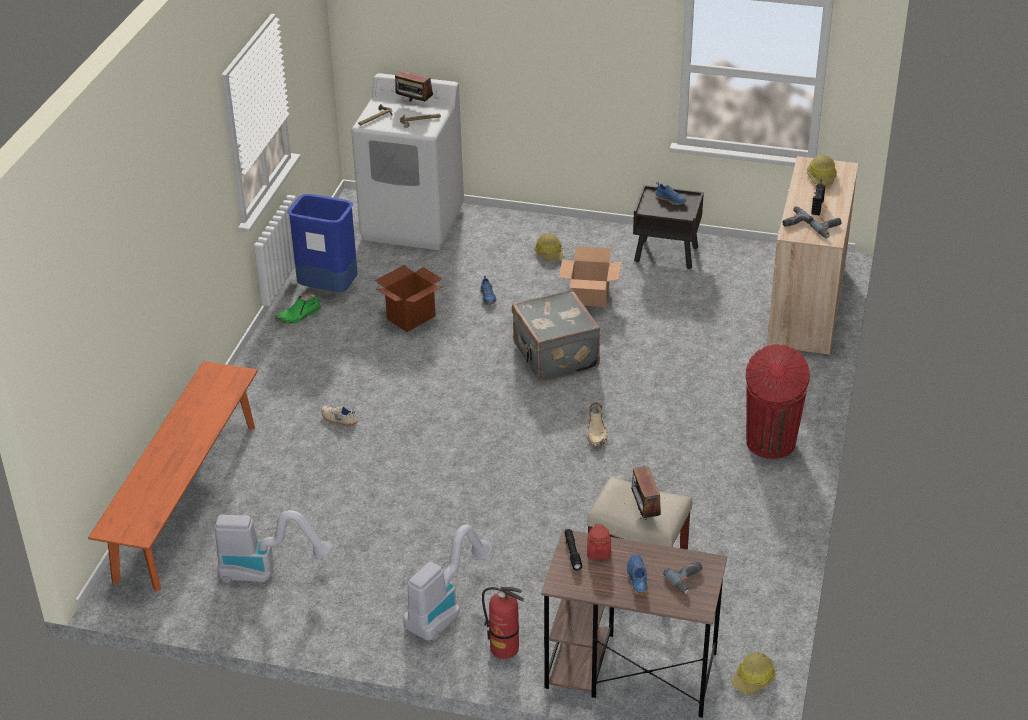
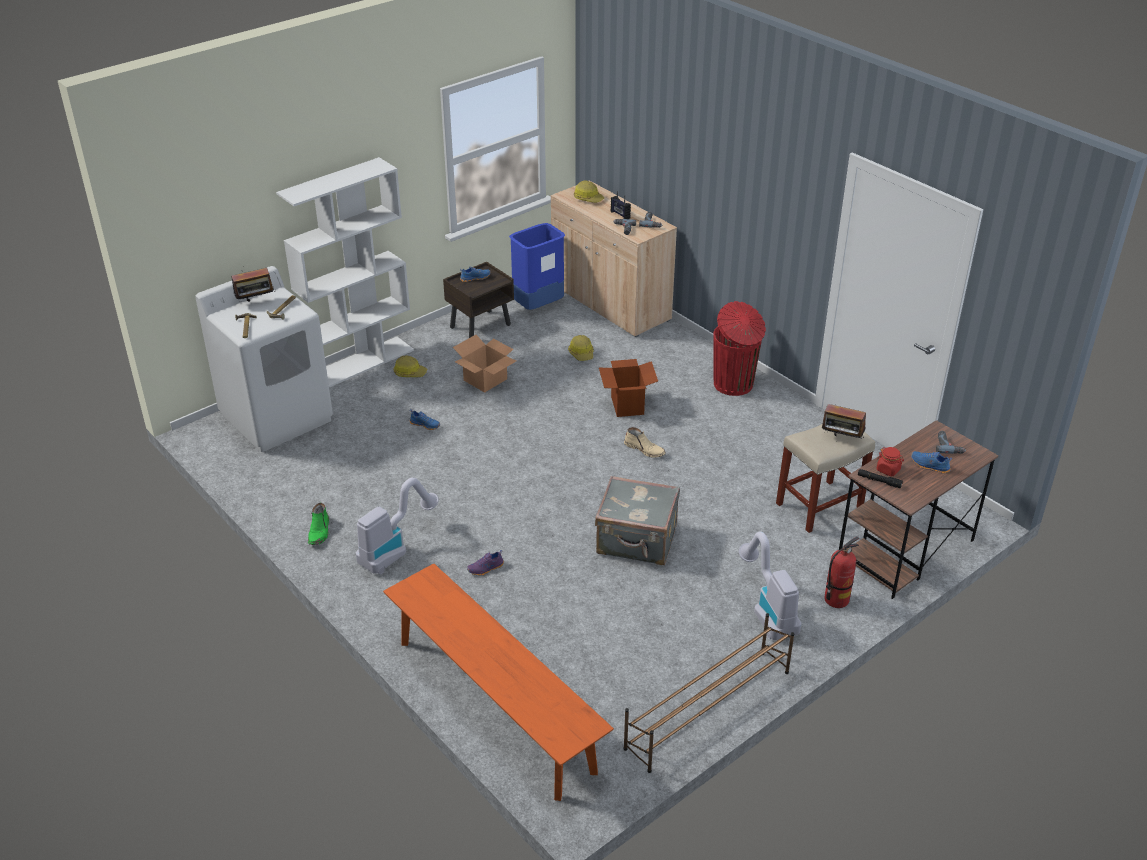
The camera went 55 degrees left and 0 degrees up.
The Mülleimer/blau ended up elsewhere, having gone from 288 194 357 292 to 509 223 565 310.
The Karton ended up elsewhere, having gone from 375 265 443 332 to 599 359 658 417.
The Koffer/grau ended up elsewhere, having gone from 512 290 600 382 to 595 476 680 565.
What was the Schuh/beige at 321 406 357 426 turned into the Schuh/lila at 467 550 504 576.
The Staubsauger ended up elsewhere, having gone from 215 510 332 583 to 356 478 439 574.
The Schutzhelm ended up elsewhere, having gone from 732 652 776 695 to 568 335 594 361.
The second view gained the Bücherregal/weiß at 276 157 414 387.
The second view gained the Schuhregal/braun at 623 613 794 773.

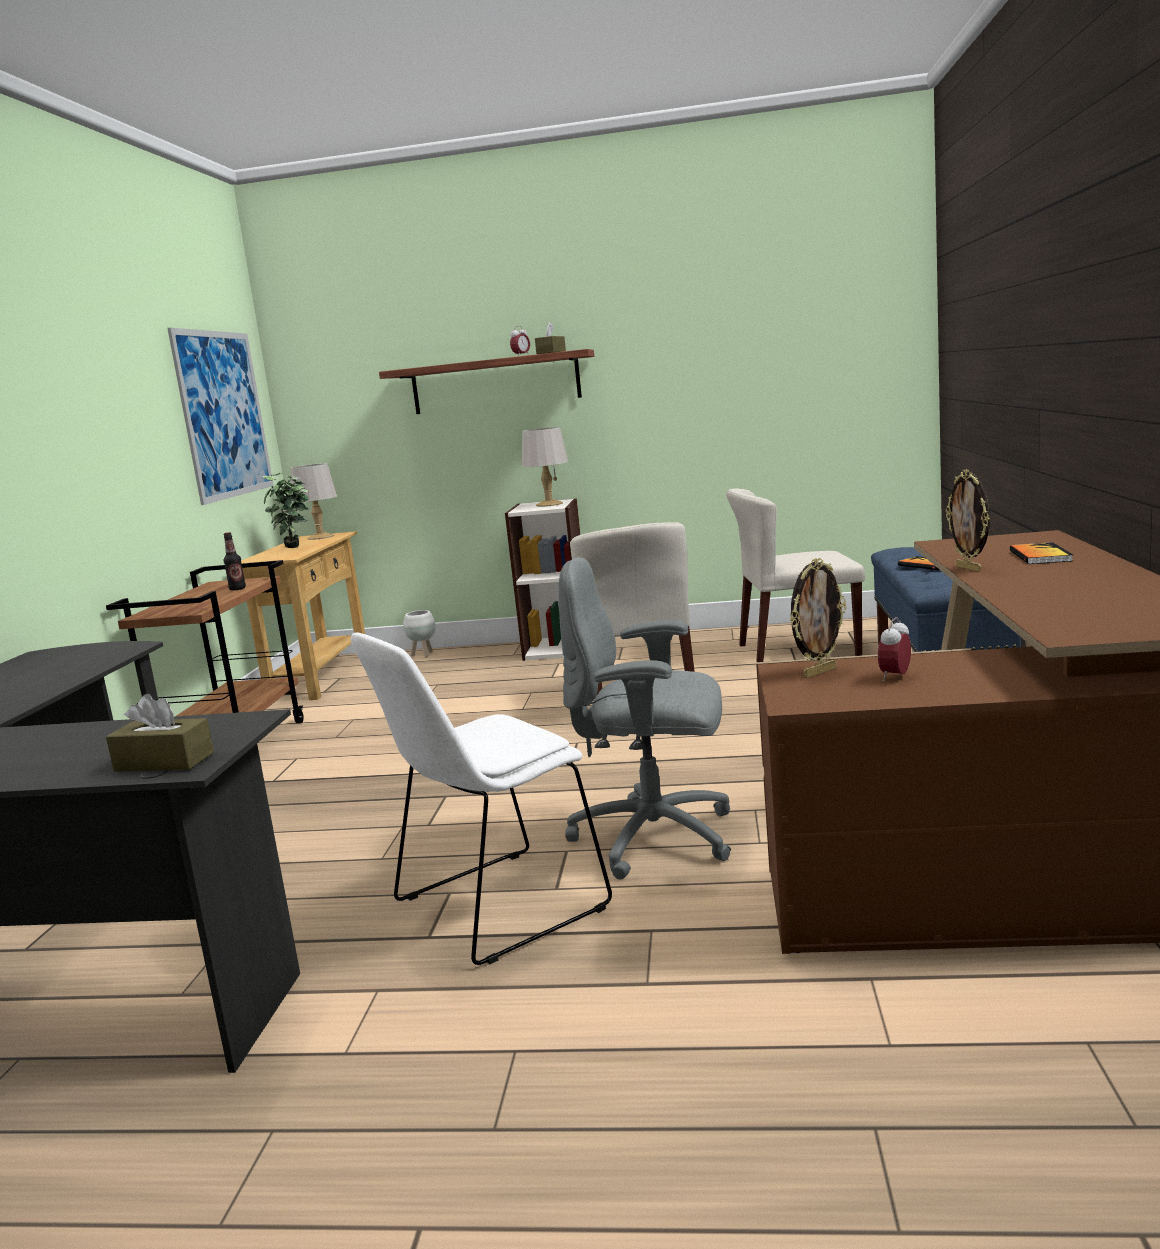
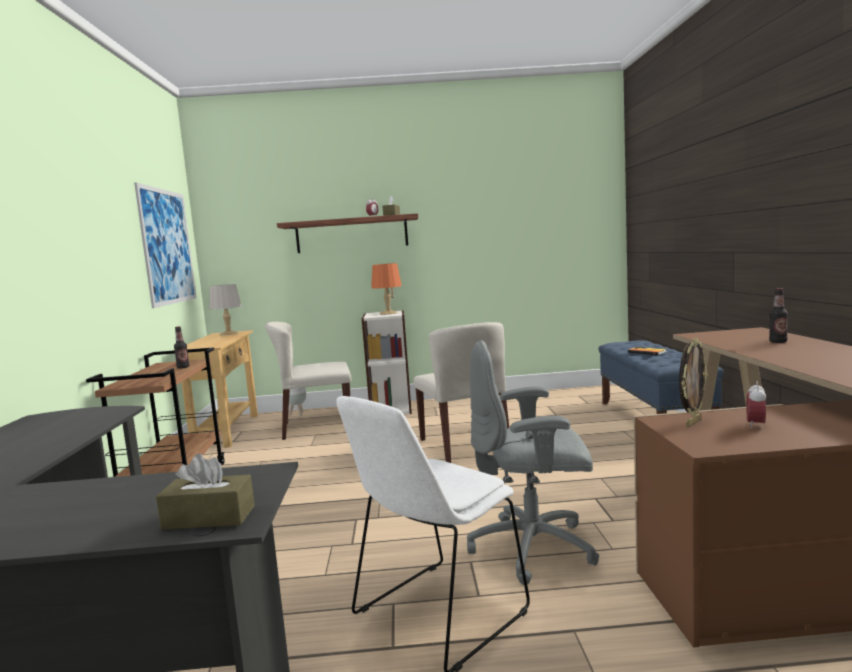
The camera went 10 degrees left and 5 degrees down.
What was the Tischlampe/grau at 522 427 568 507 turned into the Tischlampe/orange at 371 263 402 315.
The second view lost the Bilderrahmen at 945 469 990 572.
The second view lost the Topfpflanze at 262 472 309 548.
The Stuhl/beige ended up elsewhere, having gone from 726 488 865 662 to 265 322 351 440.
Where the Buch stood at 1010 542 1073 564, the Flasche came to stand at 769 288 788 343.

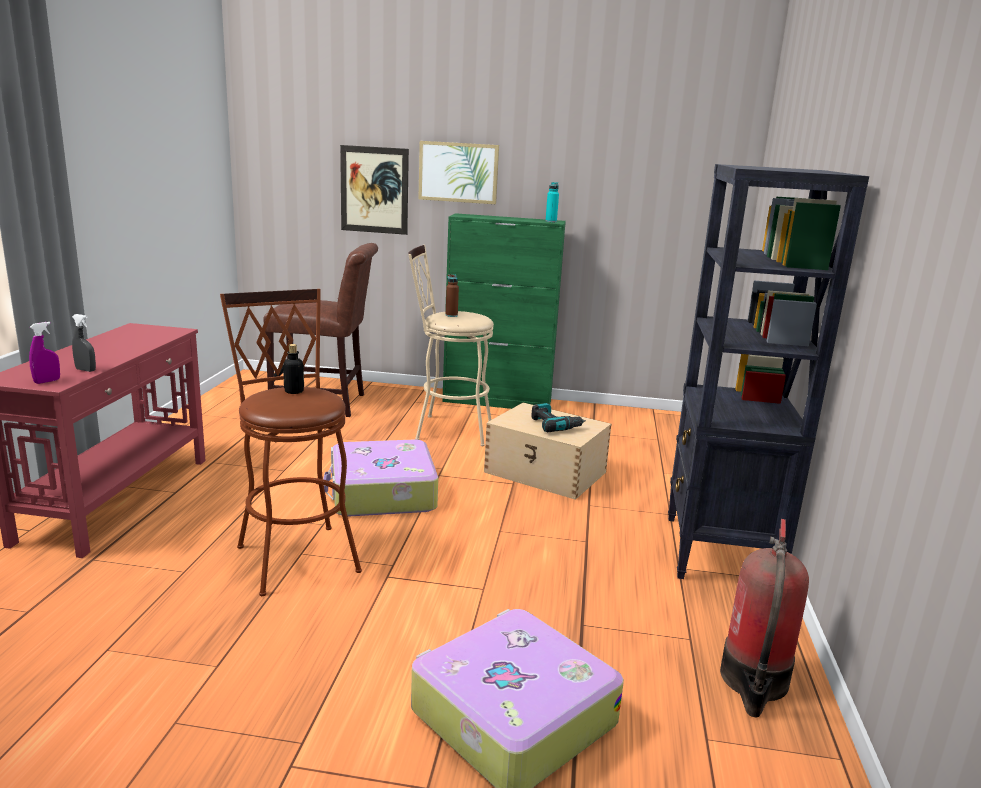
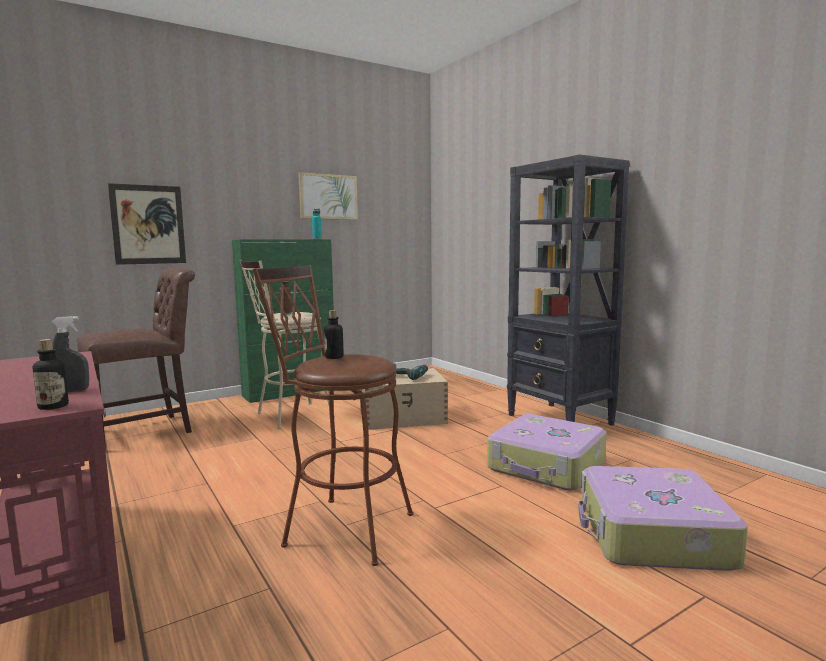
The camera went 40 degrees left and 10 degrees down.
The Bild ended up elsewhere, having gone from 418 141 499 204 to 298 172 358 220.
Where the Sprühflasche/lila stood at 29 322 60 384, the Flasche came to stand at 33 339 69 410.
The Koffer ended up elsewhere, having gone from 323 439 438 517 to 487 414 607 490.
The second view lost the Feuerlöscher at 720 519 809 717.

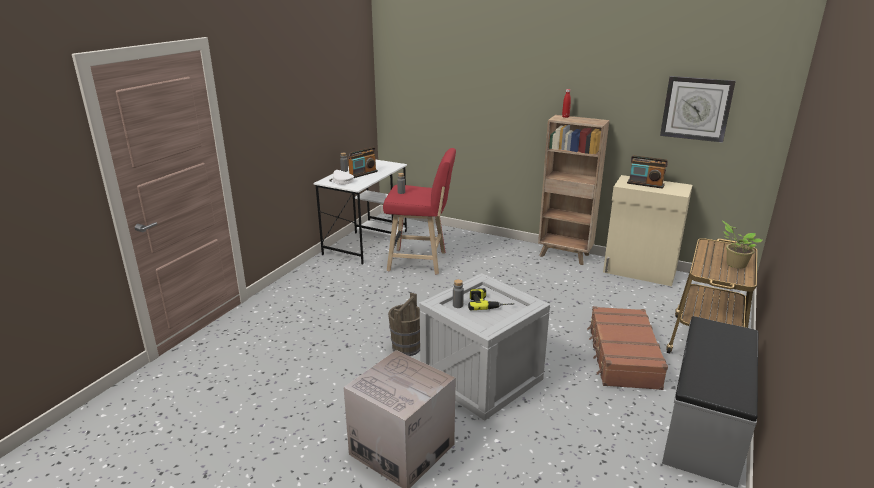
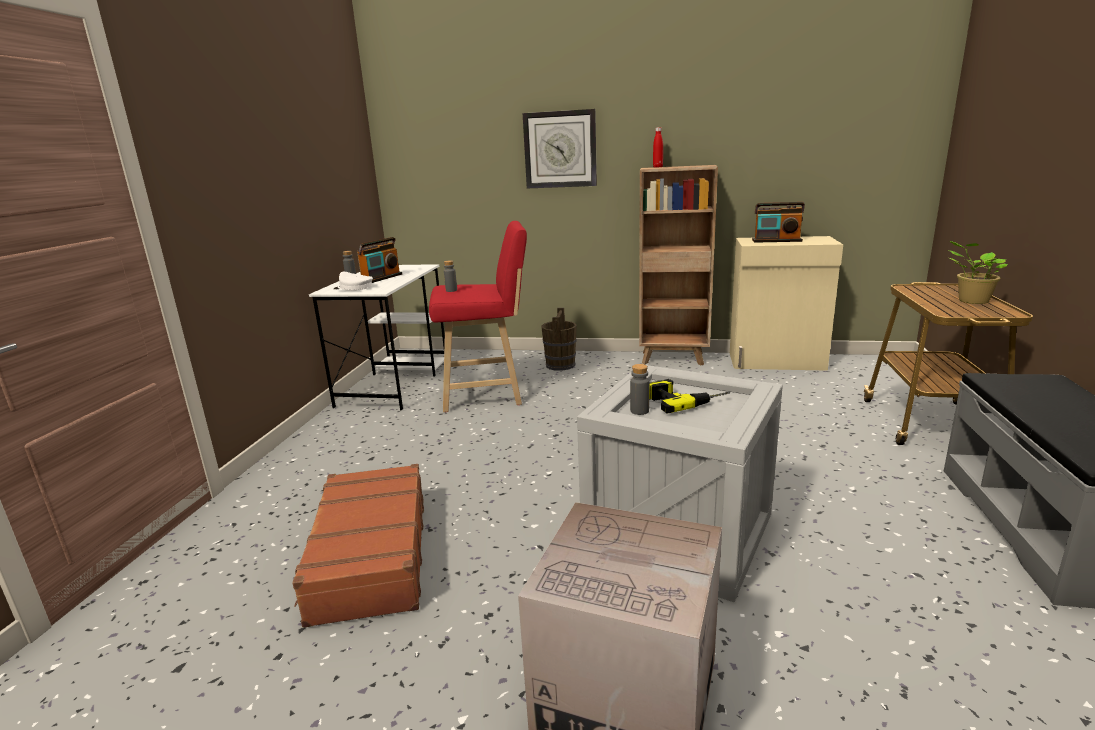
The camera went 15 degrees left and 5 degrees down.
The Wanduhr ended up elsewhere, having gone from 660 76 736 143 to 523 109 597 188.
The Eimer/braun ended up elsewhere, having gone from 388 293 420 356 to 541 308 577 371.
The Koffer/braun ended up elsewhere, having gone from 587 306 668 390 to 292 464 424 628.

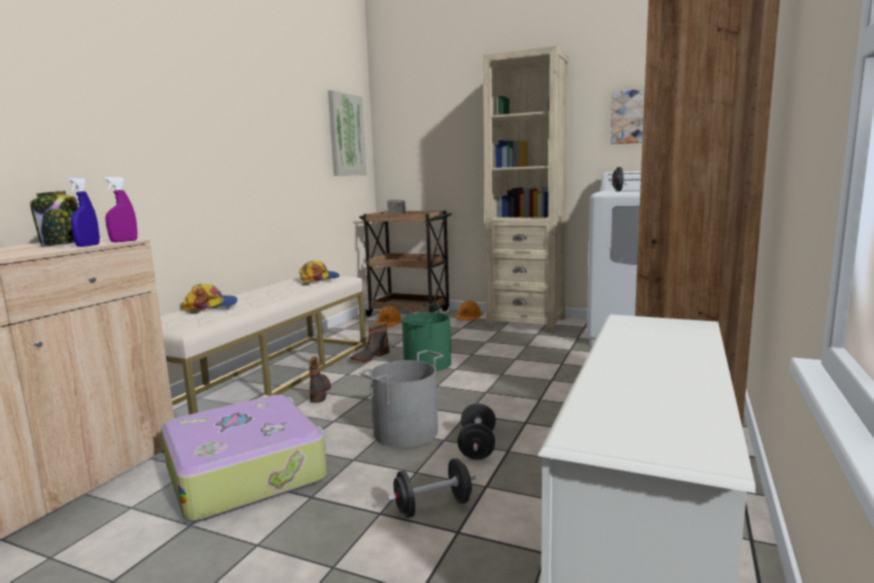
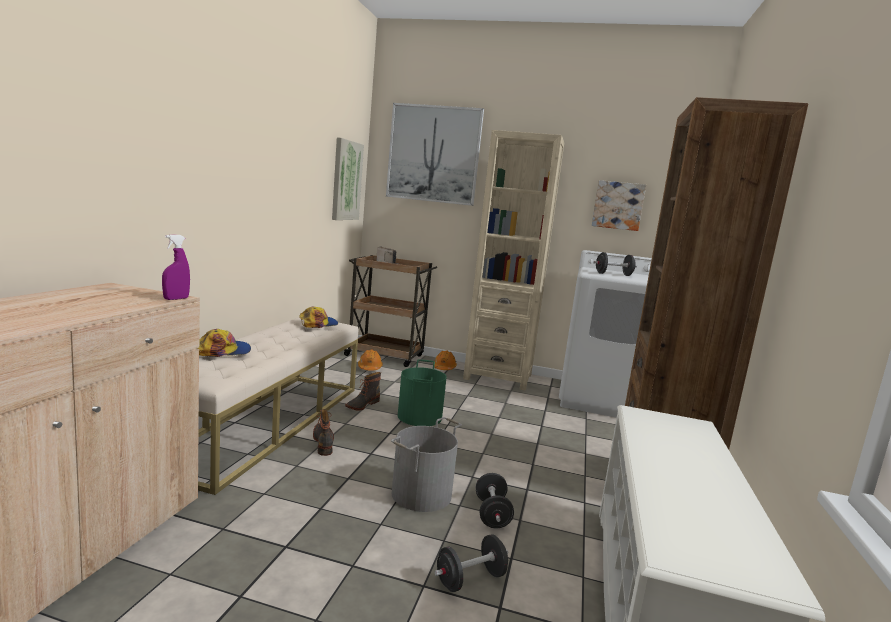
The camera went 10 degrees left and 0 degrees up.
The second view lost the Sprühflasche/blau at 67 178 100 247.
The second view lost the Vorratsglas at 30 191 79 247.
The second view lost the Koffer at 161 395 327 521.
The second view gained the Bild at 386 103 484 206.

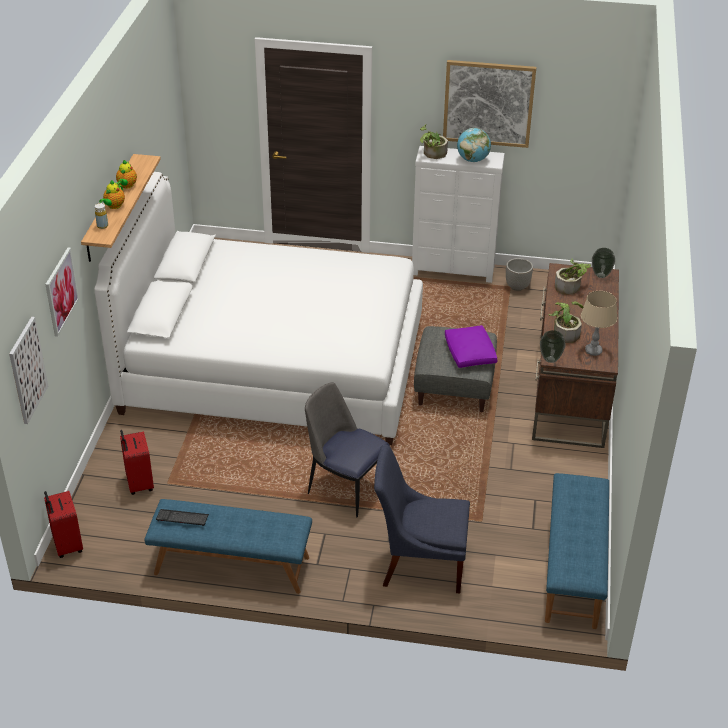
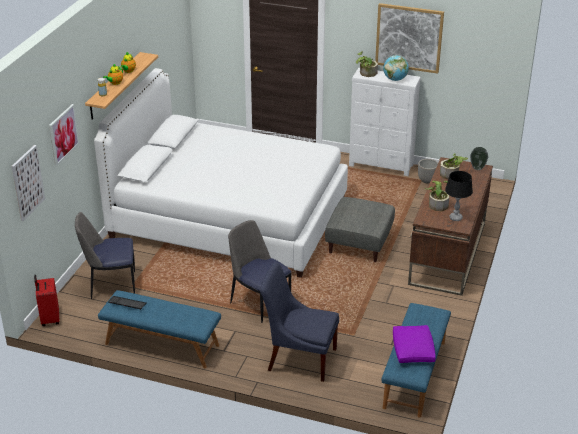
The camera went 10 degrees right and 5 degrees down.
What was the Tischlampe/beige at 581 291 617 356 turned into the Tischlampe/schwarz at 445 171 473 221.
The Kissen/lila ended up elsewhere, having gone from 445 325 497 368 to 393 325 436 363.
The second view lost the Vase at 540 330 566 363.
Where the Koffer/rot stood at 120 430 154 495, the Stuhl came to stand at 75 212 135 299.

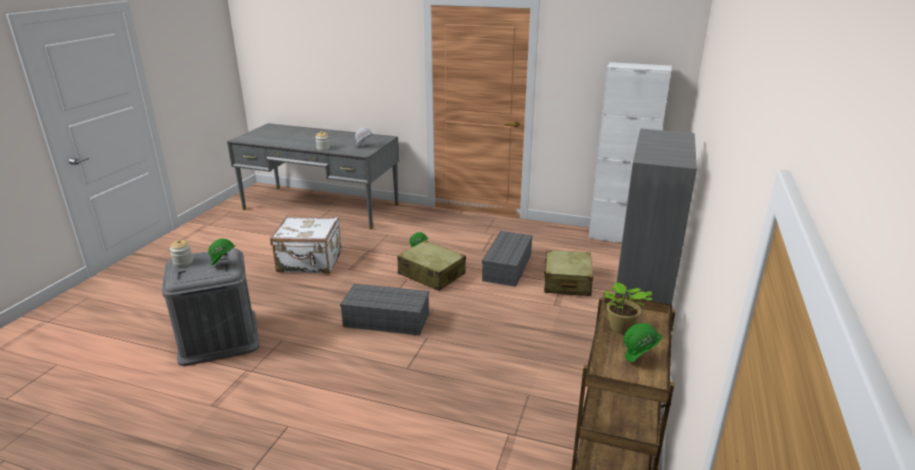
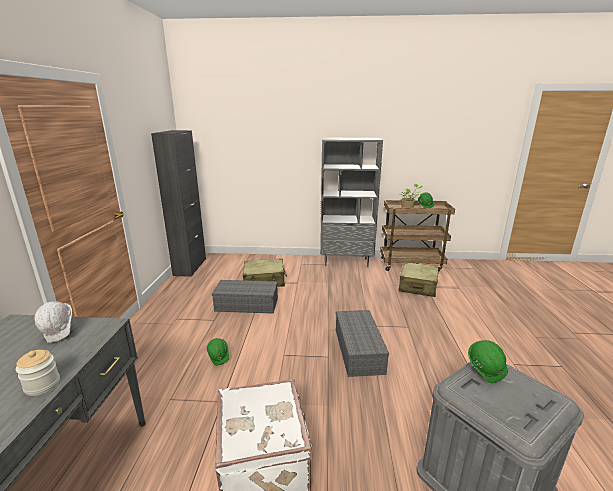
The camera went 105 degrees left and 5 degrees down.
What was the Schrank/weiß at 588 62 672 243 turned into the Schrank/schwarz at 151 130 206 277.
The second view lost the Vorratsglas at 170 239 193 267.
The Koffer/beige ended up elsewhere, having gone from 397 240 466 291 to 399 262 438 297.

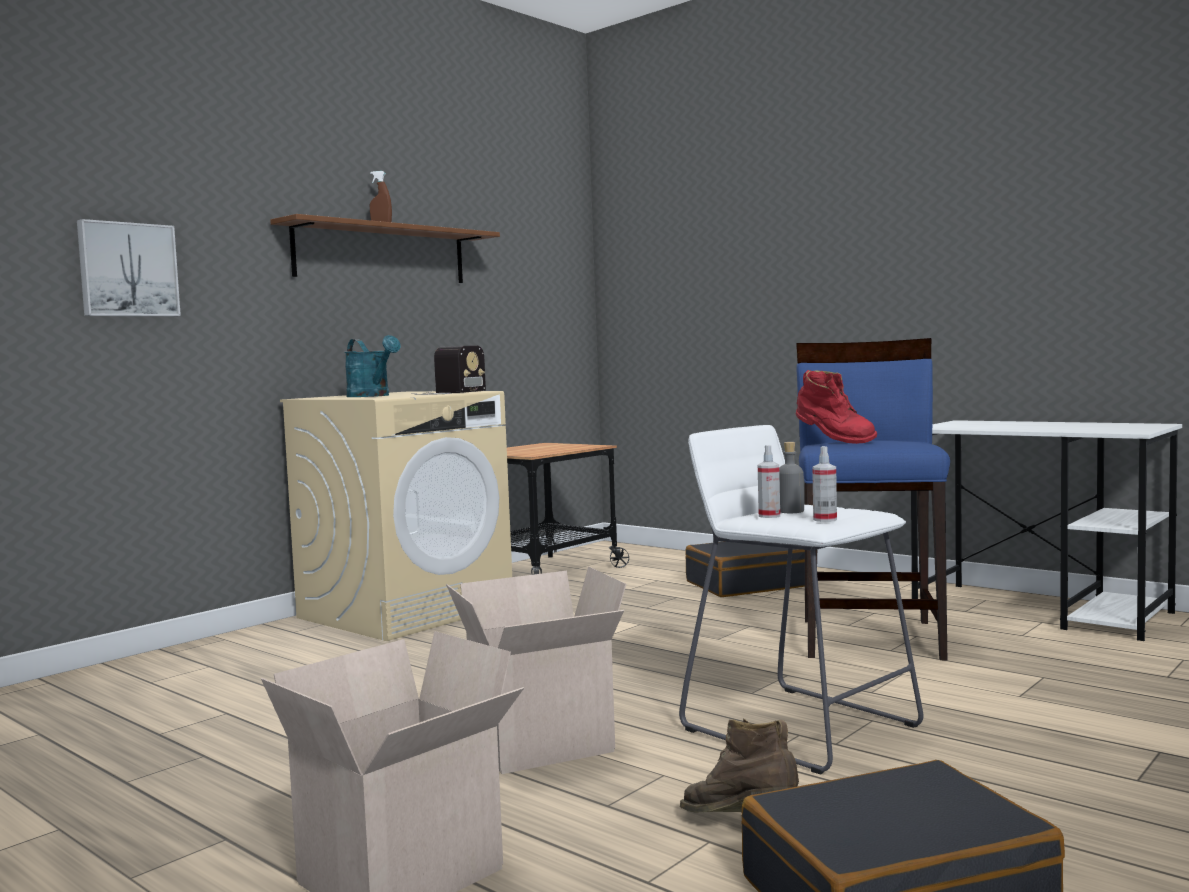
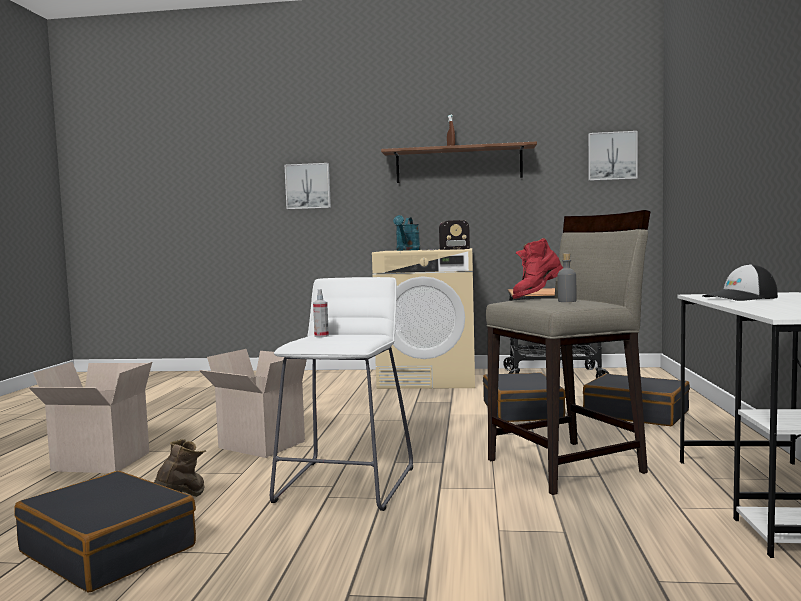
The camera went 55 degrees right and 0 degrees up.
What was the Hocker/blau at 796 338 950 660 turned into the Hocker/beige at 486 210 651 495.
The Stiefel/rot at 796 370 877 444 ended up facing another way, 45 degrees clockwise from before.
The Flasche/grau ended up elsewhere, having gone from 779 442 804 513 to 558 253 577 302.
The second view lost the Sprühflasche at 812 446 837 522.
The second view gained the Bild at 588 131 638 181.
The second view gained the Kappe at 702 264 778 301.
The second view gained the Koffer/schwarz at 483 372 566 422.

